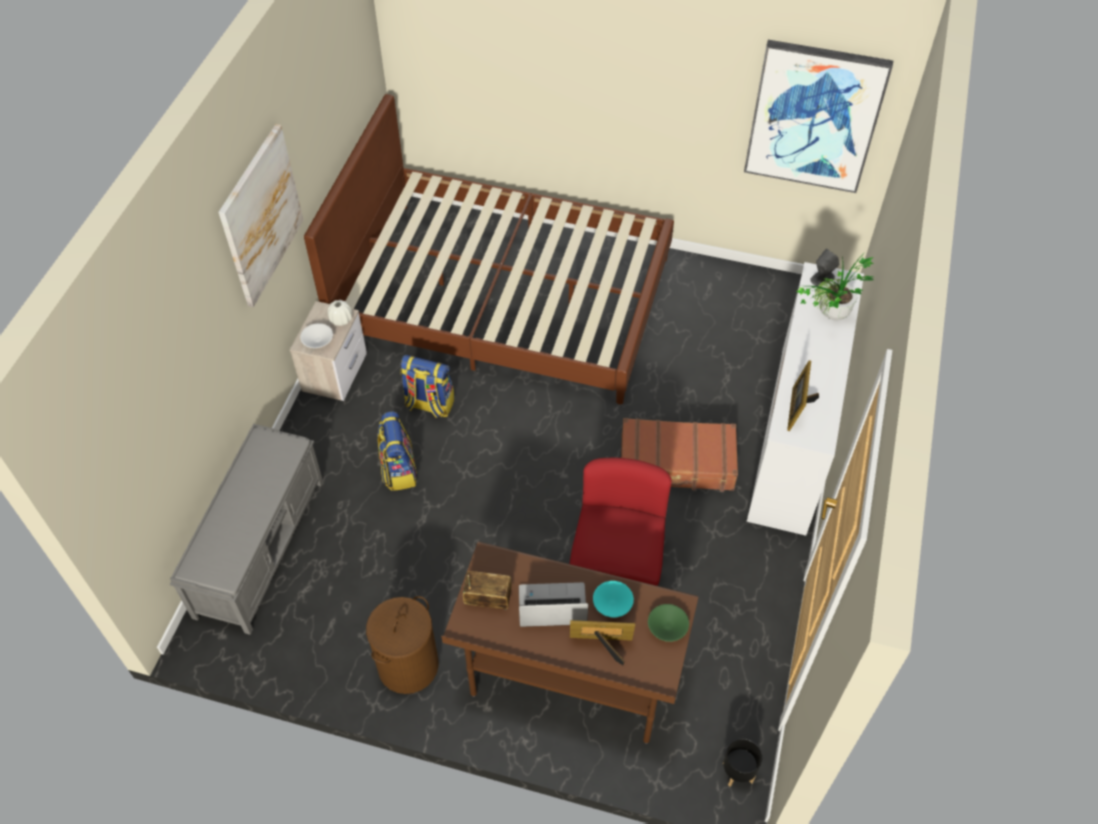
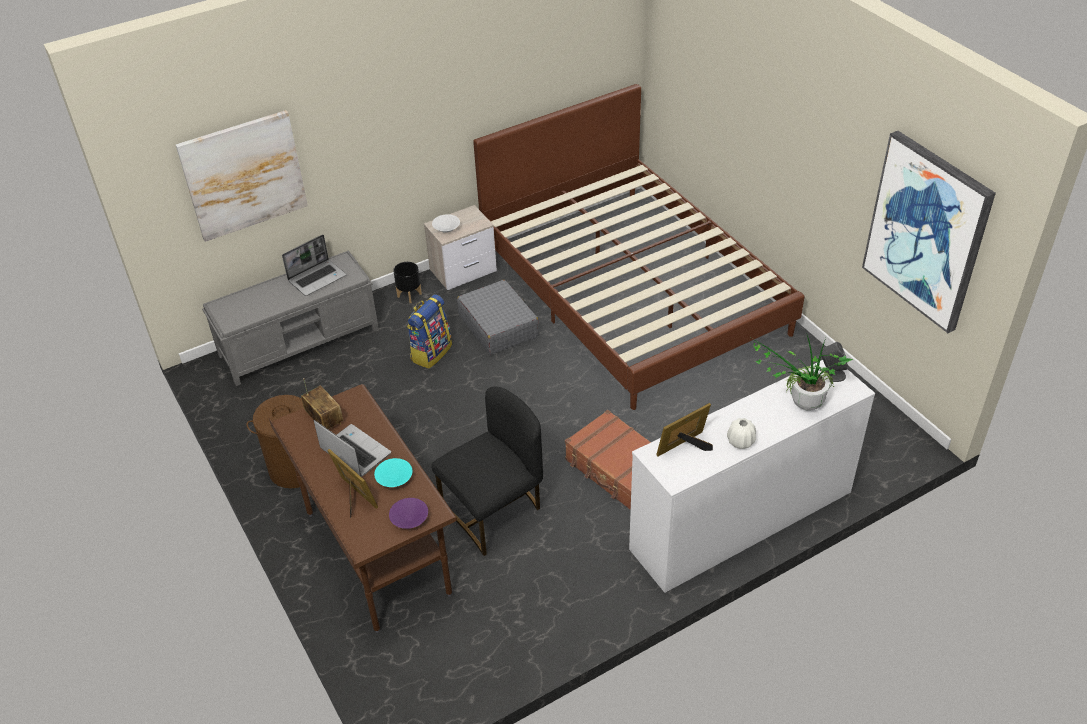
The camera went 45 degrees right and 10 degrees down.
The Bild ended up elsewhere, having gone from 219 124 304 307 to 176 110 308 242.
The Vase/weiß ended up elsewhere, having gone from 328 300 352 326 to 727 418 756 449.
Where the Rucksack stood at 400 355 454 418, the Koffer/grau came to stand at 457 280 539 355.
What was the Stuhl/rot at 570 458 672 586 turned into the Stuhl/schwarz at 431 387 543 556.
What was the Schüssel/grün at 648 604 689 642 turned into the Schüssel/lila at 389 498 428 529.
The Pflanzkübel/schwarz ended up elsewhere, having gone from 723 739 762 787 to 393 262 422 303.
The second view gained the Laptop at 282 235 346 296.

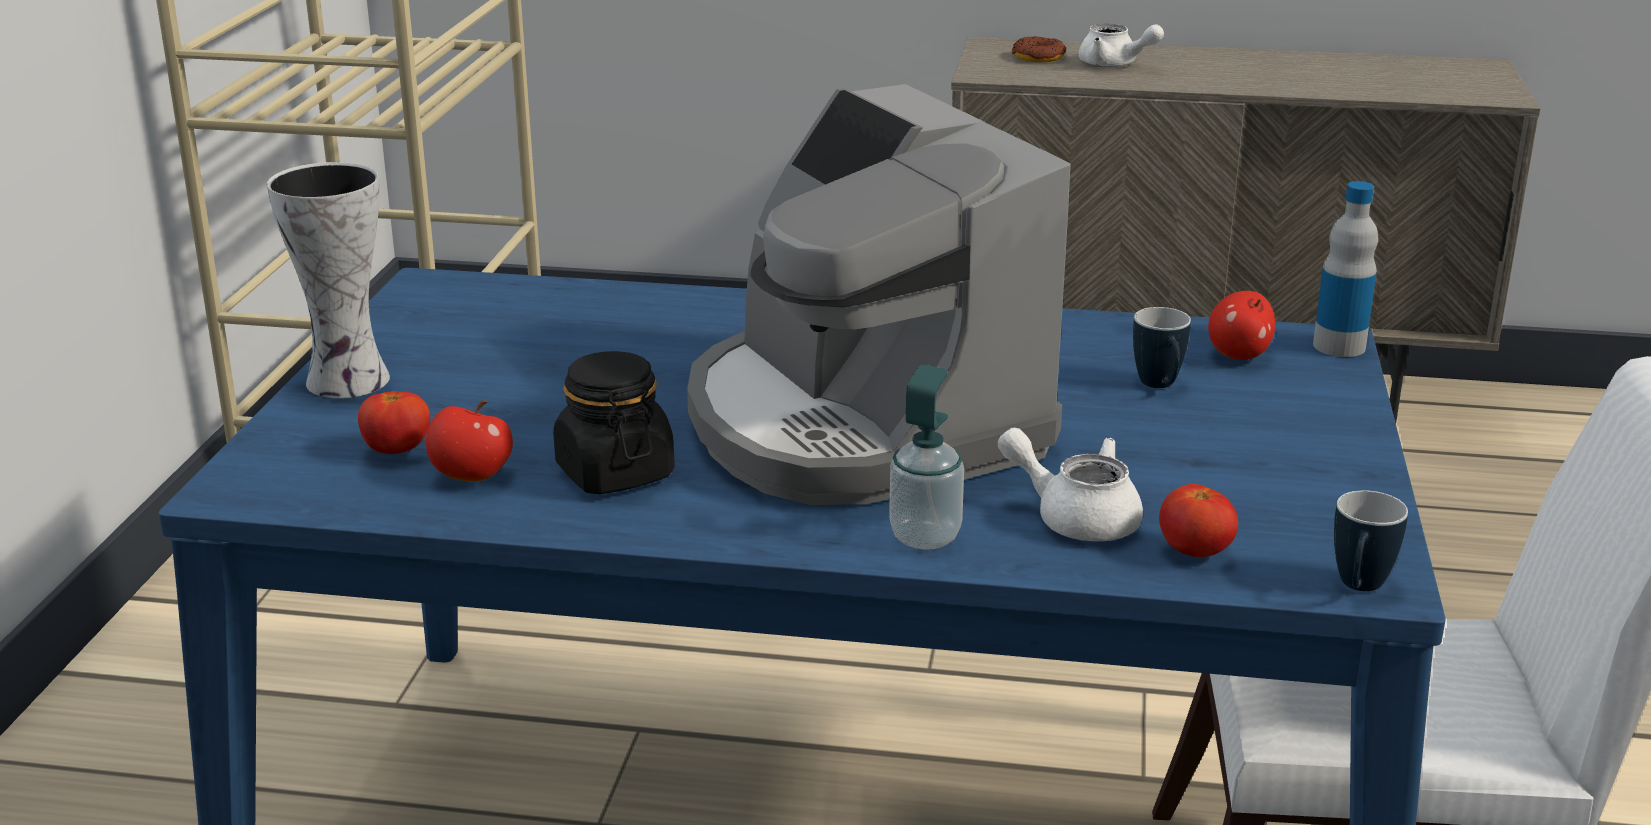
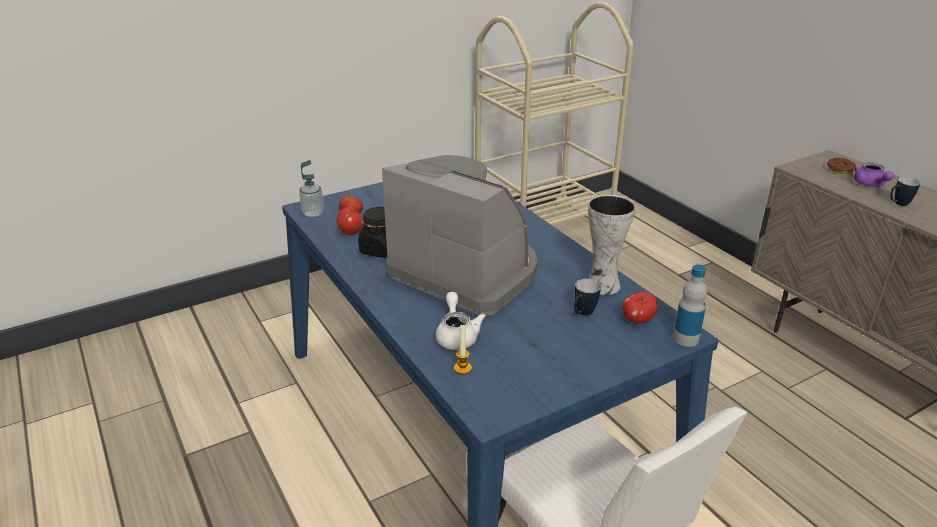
The camera went 50 degrees right and 5 degrees up.
What was the Teekanne/weiß at 1079 24 1164 67 turned into the Teekanne/lila at 854 162 894 187.
The Kaffeemaschine at 687 84 1070 505 ended up facing another way, 105 degrees clockwise from before.
The Vase ended up elsewhere, having gone from 267 162 390 398 to 587 195 636 295.
The Seifenspender ended up elsewhere, having gone from 889 365 964 550 to 299 160 324 217.
Where the Tomate stood at 1159 484 1238 557, the Kerze came to stand at 454 325 472 374.
The Henkelbecher ended up elsewhere, having gone from 1334 490 1408 591 to 890 177 920 206.

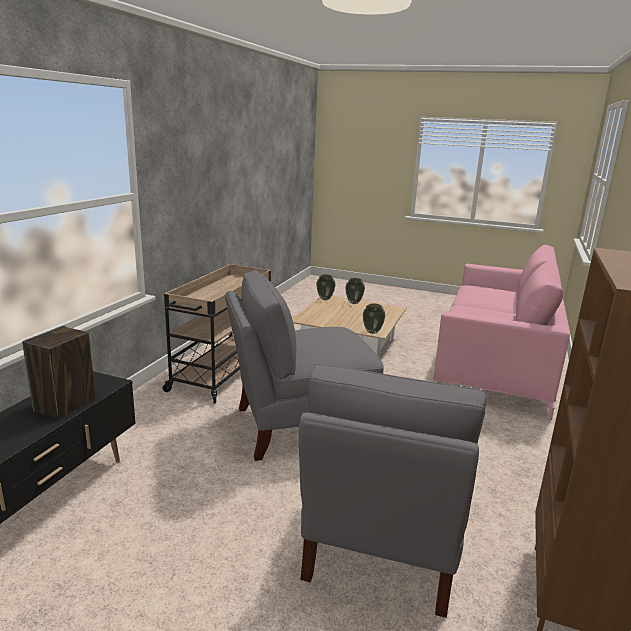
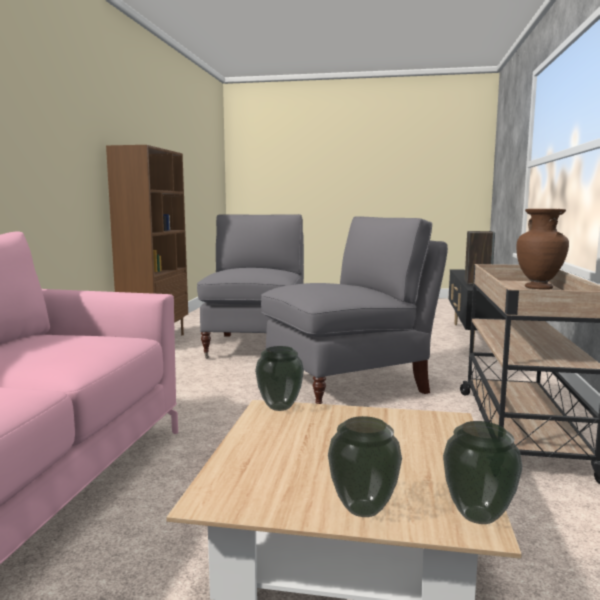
The camera went 170 degrees right and 10 degrees down.
The second view gained the Vase/braun at 517 209 569 290.

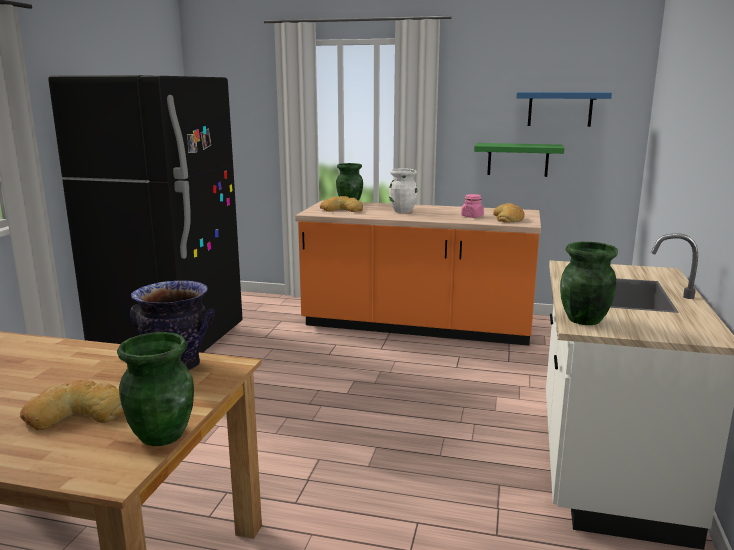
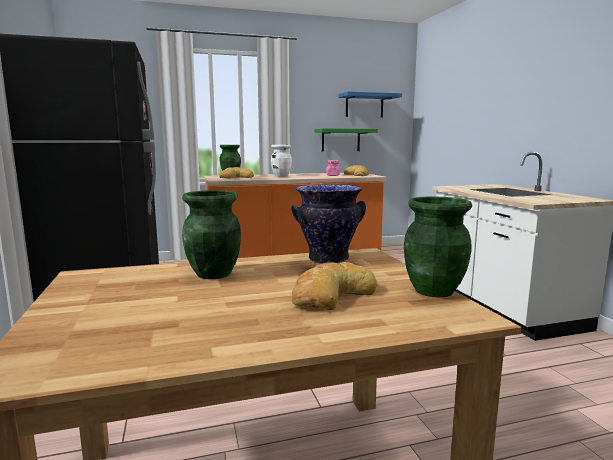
The camera went 30 degrees left and 5 degrees down.
The Vase/grün ended up elsewhere, having gone from 560 242 618 325 to 182 190 241 279.

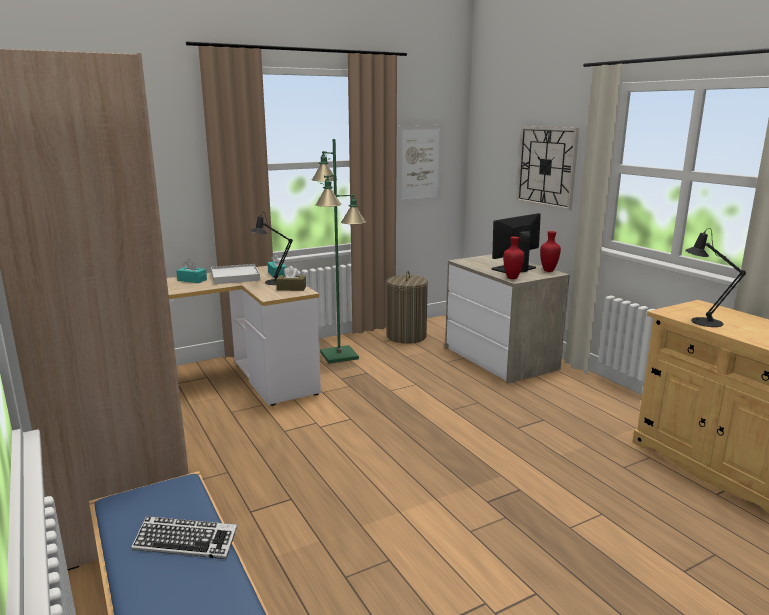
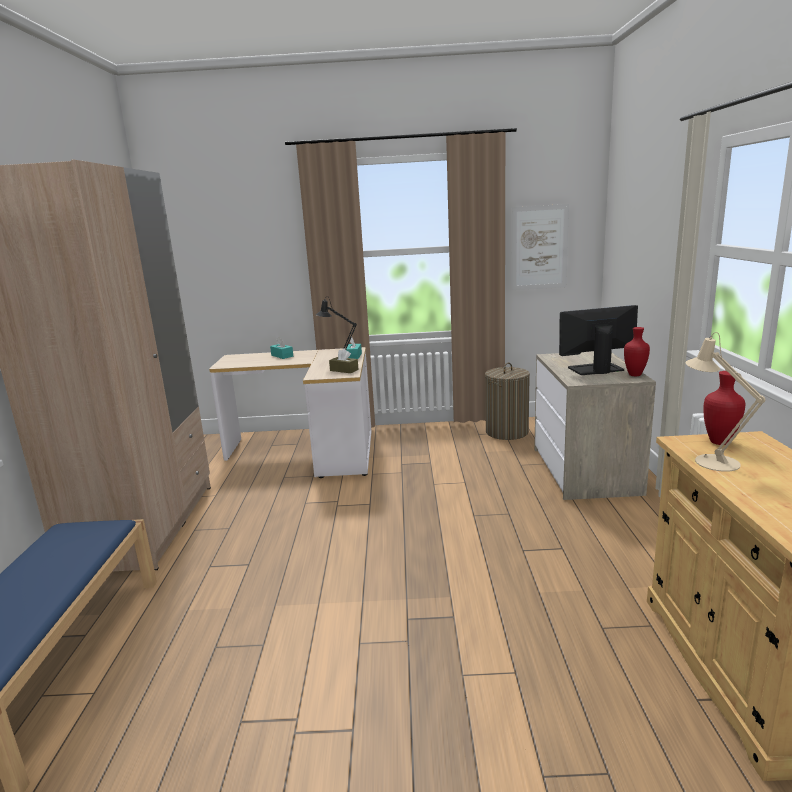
The camera went 30 degrees right and 0 degrees up.
The second view lost the Wanduhr at 516 126 579 211.
The second view lost the Stehlampe/grün at 312 139 366 364.
What was the Tischlampe/schwarz at 685 228 746 327 turned into the Tischlampe/beige at 686 332 766 472.
The Vase/rot ended up elsewhere, having gone from 503 236 524 279 to 703 371 745 445.
The second view lost the Tablett/weiß at 211 264 260 284.
The second view lost the Tastatur at 131 516 237 559.

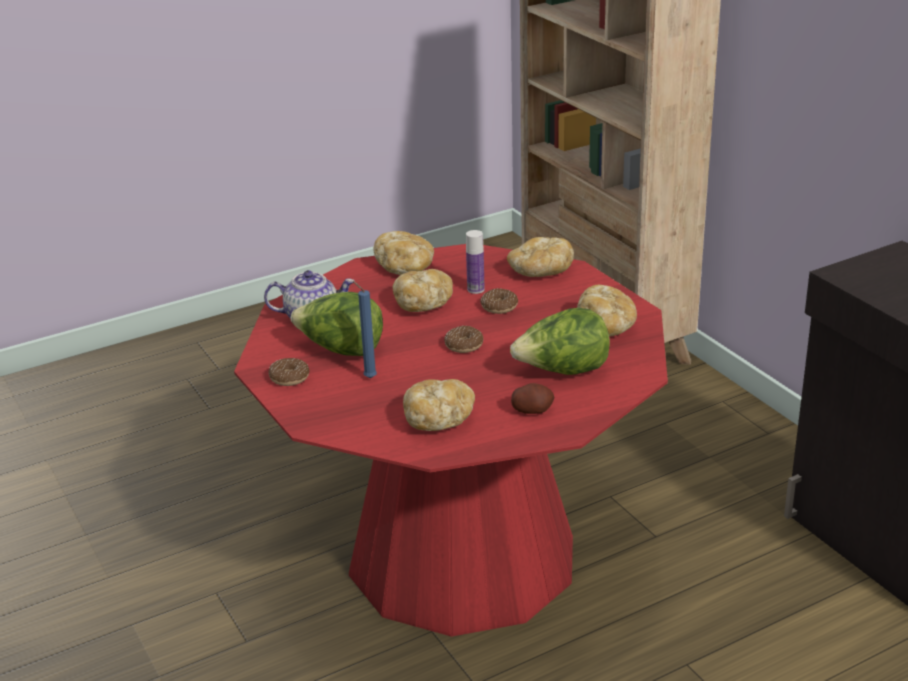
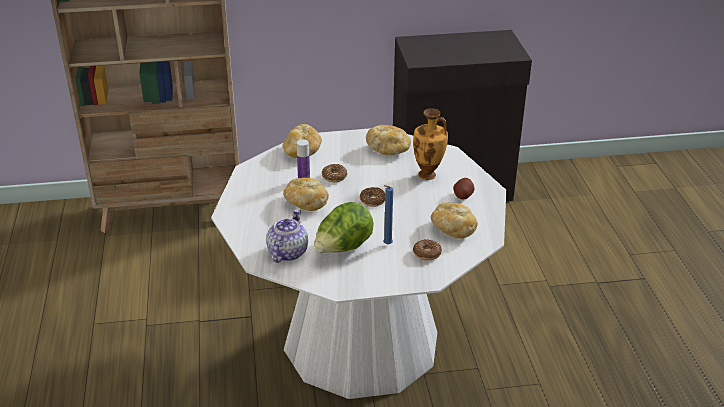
The camera went 70 degrees left and 5 degrees up.
The second view lost the Brot at 373 231 434 275.
What was the Esstisch/rot at 234 244 668 637 turned into the Esstisch/weiß at 211 128 506 399.
Where the Salatkopf stood at 510 308 610 375, the Vase came to stand at 413 108 448 180.
The Donut ended up elsewhere, having gone from 268 358 310 386 to 413 239 442 261.

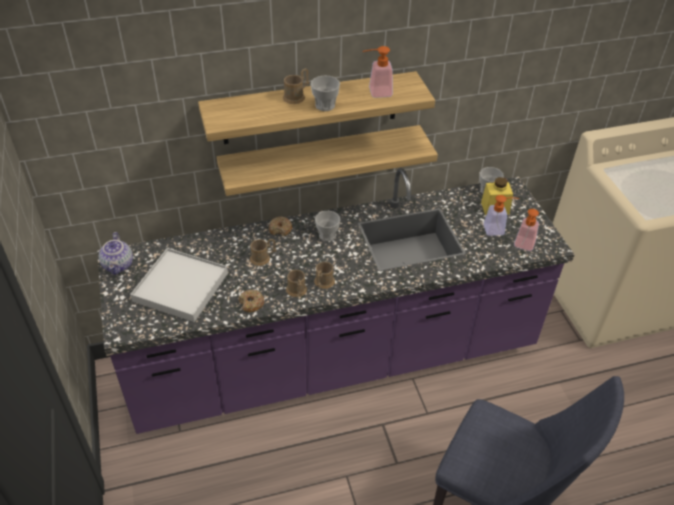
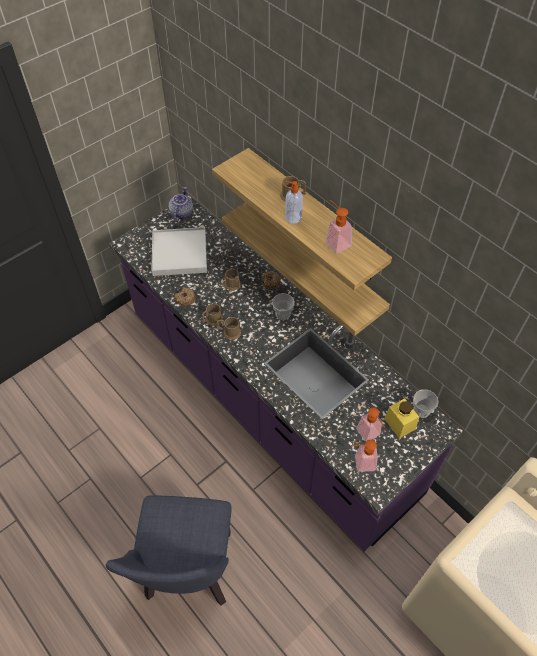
The camera went 65 degrees right and 10 degrees up.
Where the Tasse stood at 311 76 340 111, the Seifenspender came to stand at 285 181 303 224.
The Teekanne at 99 232 133 275 ended up facing another way, 135 degrees clockwise from before.

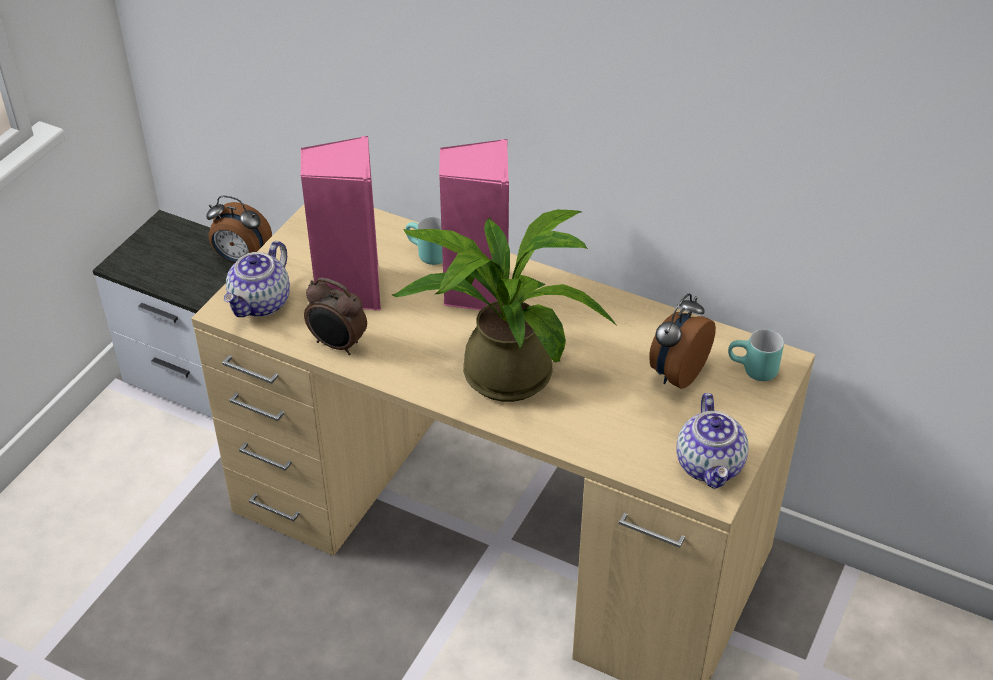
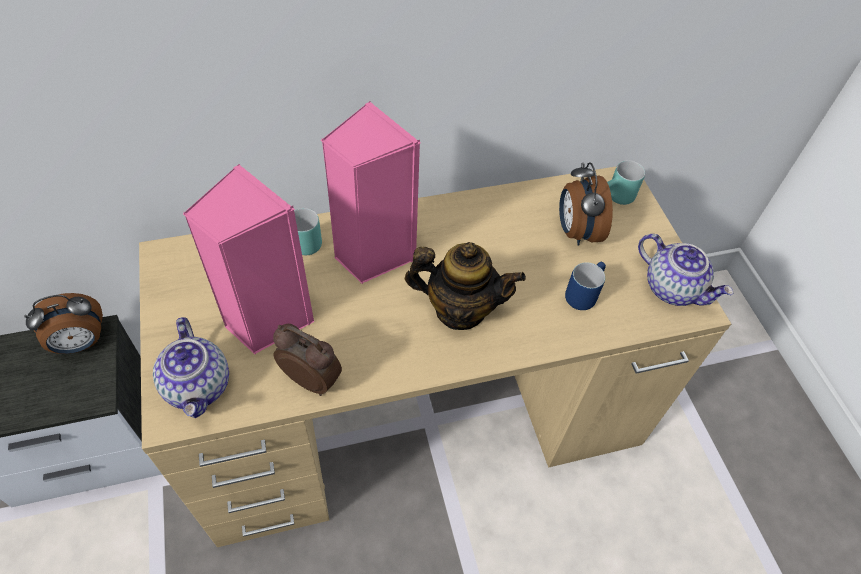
The camera went 45 degrees left and 10 degrees up.
Where the Topfpflanze stood at 392 210 617 402, the Teekanne came to stand at 405 242 526 330.
The Wecker at 304 278 367 355 ended up facing another way, 135 degrees counterclockwise from before.
The second view gained the Henkelbecher/blau at 565 262 606 310.

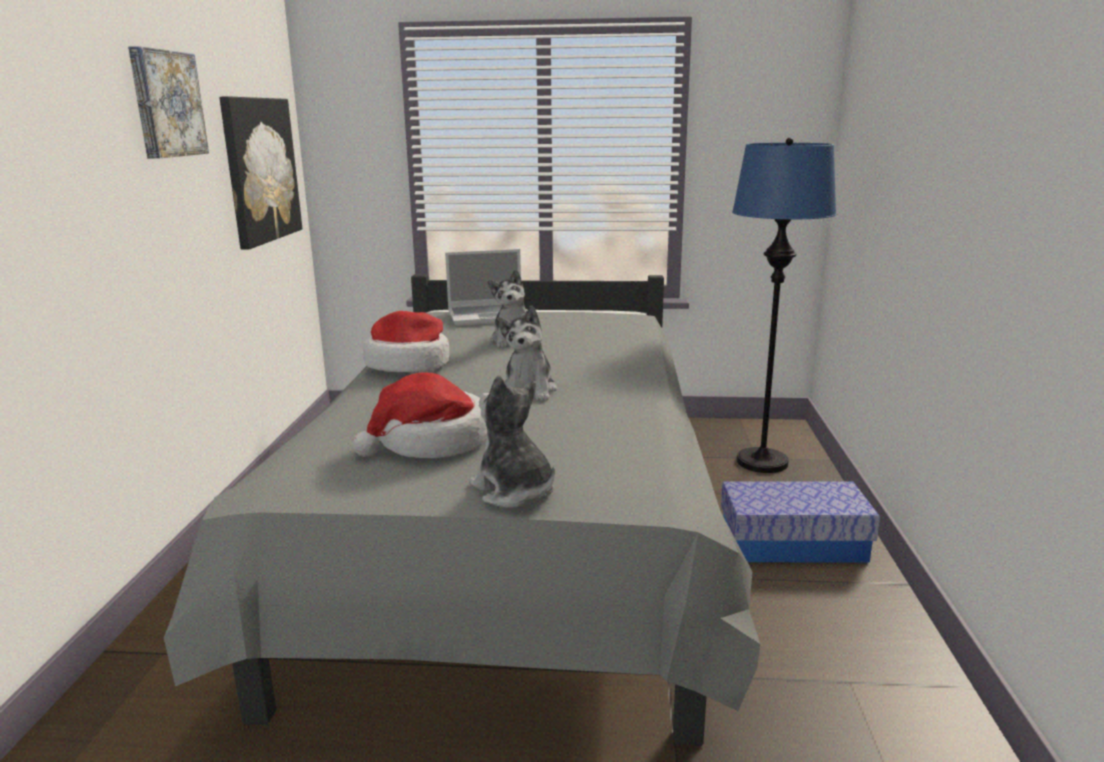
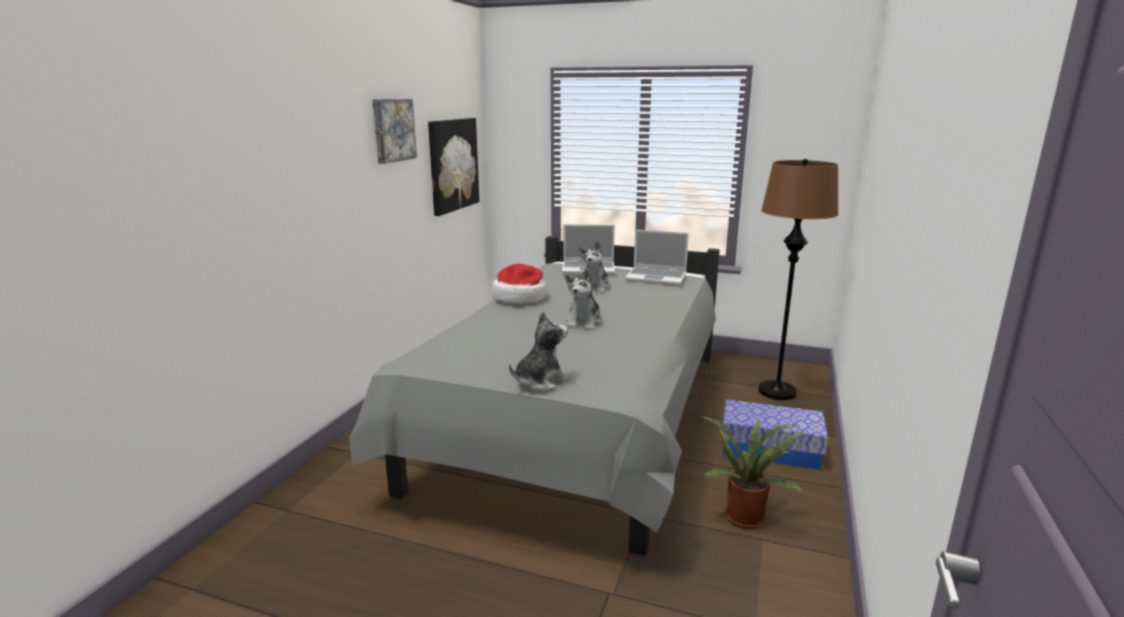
The camera went 15 degrees right and 0 degrees up.
What was the Stehlampe/blau at 732 138 836 473 turned into the Stehlampe/braun at 758 159 839 400.
The second view lost the Hut at 353 372 487 458.
The Plüschtier at 469 375 555 508 ended up facing another way, 75 degrees clockwise from before.
The second view gained the Laptop at 625 229 689 286.
The second view gained the Topfpflanze at 698 415 804 529.

